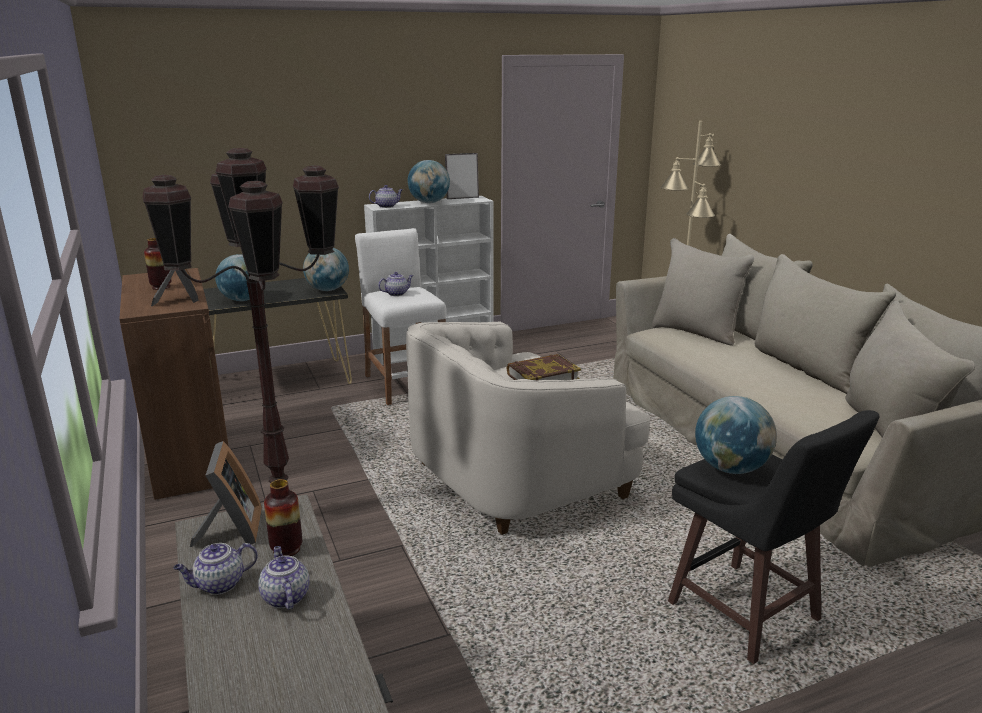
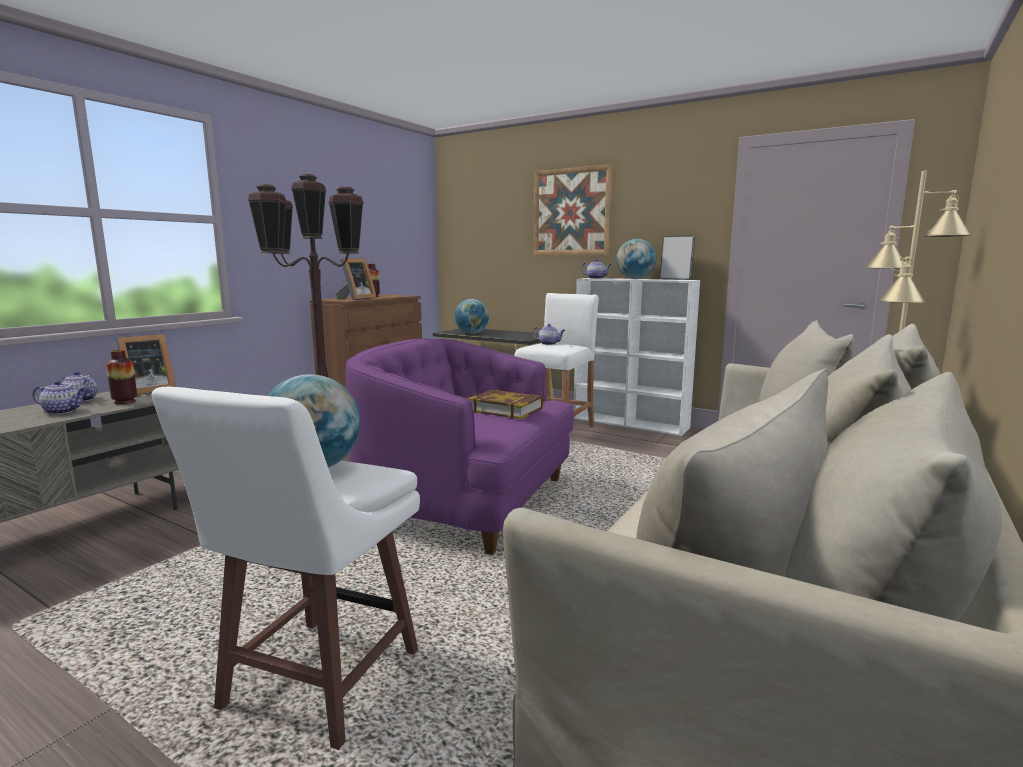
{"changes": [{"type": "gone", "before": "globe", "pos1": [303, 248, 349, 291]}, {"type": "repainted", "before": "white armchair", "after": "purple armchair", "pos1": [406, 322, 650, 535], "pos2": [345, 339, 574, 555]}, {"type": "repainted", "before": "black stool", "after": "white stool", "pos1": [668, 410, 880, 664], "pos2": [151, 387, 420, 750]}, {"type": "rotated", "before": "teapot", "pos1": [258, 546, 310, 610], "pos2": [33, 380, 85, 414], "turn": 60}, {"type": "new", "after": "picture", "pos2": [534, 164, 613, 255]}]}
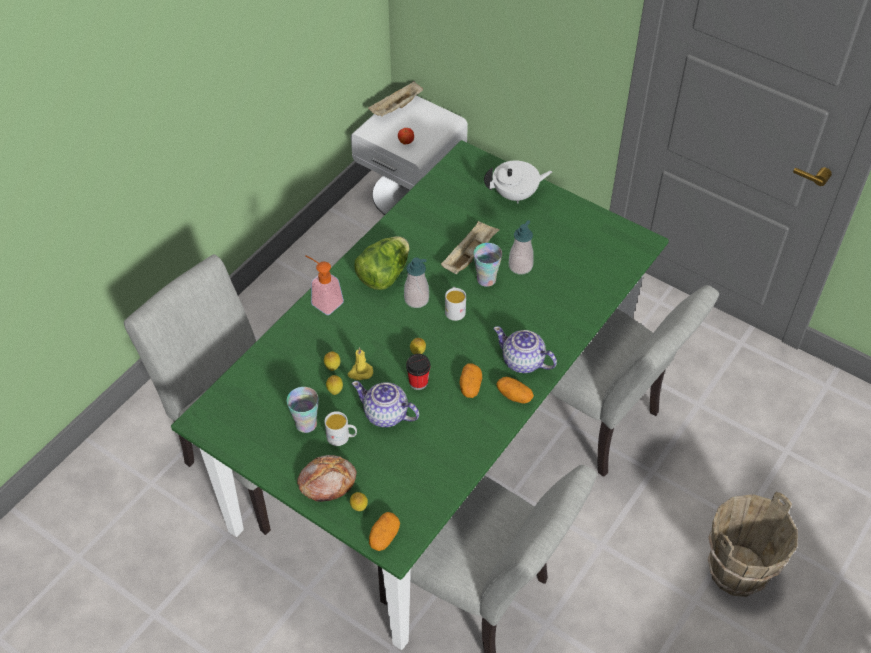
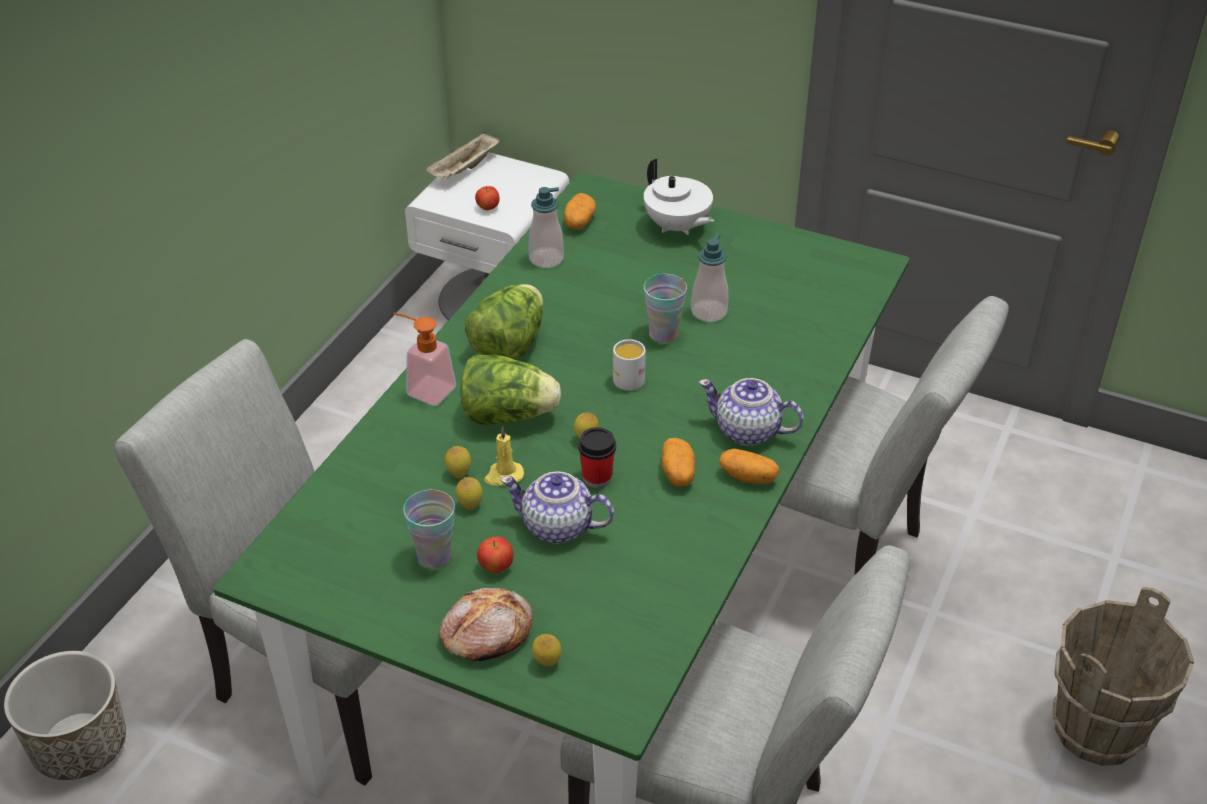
{"changes": [{"type": "rotated", "before": "white teapot", "pos1": [484, 161, 552, 204], "pos2": [644, 158, 714, 235], "turn": 75}, {"type": "gone", "before": "beige tray", "pos1": [441, 221, 500, 274]}, {"type": "shifted", "before": "soap dispenser", "pos1": [404, 257, 429, 308], "pos2": [529, 187, 564, 268]}, {"type": "swapped", "before": "white mug", "after": "apple", "pos1": [324, 411, 357, 446], "pos2": [477, 536, 514, 573]}, {"type": "shifted", "before": "potato", "pos1": [369, 512, 400, 551], "pos2": [564, 193, 596, 229]}, {"type": "new", "after": "lettuce", "pos2": [461, 354, 561, 425]}, {"type": "new", "after": "planter", "pos2": [4, 651, 126, 780]}]}
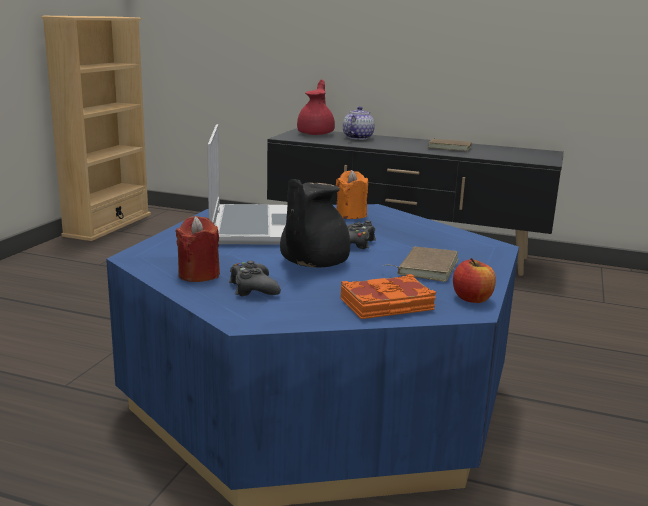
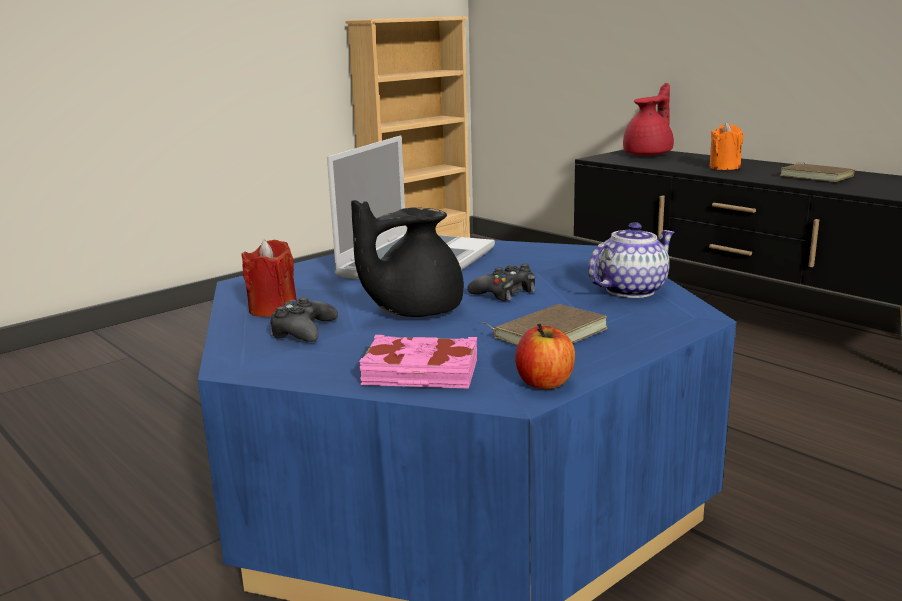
{"changes": [{"type": "shifted", "before": "teapot", "pos1": [343, 106, 375, 140], "pos2": [588, 222, 674, 298]}, {"type": "shifted", "before": "orange candle", "pos1": [336, 170, 368, 219], "pos2": [709, 122, 743, 170]}, {"type": "repainted", "before": "orange book", "after": "pink book", "pos1": [341, 274, 437, 319], "pos2": [359, 335, 477, 389]}]}
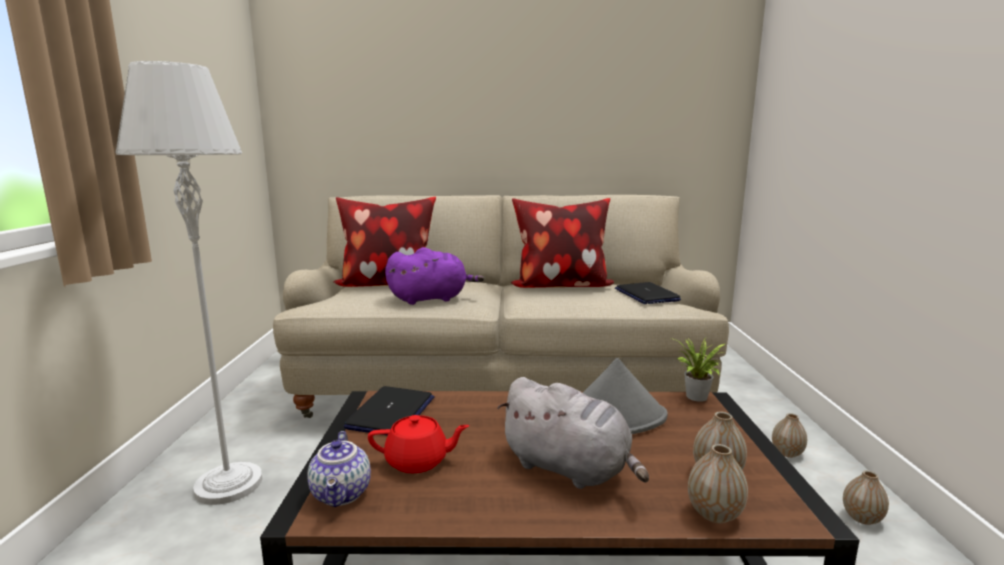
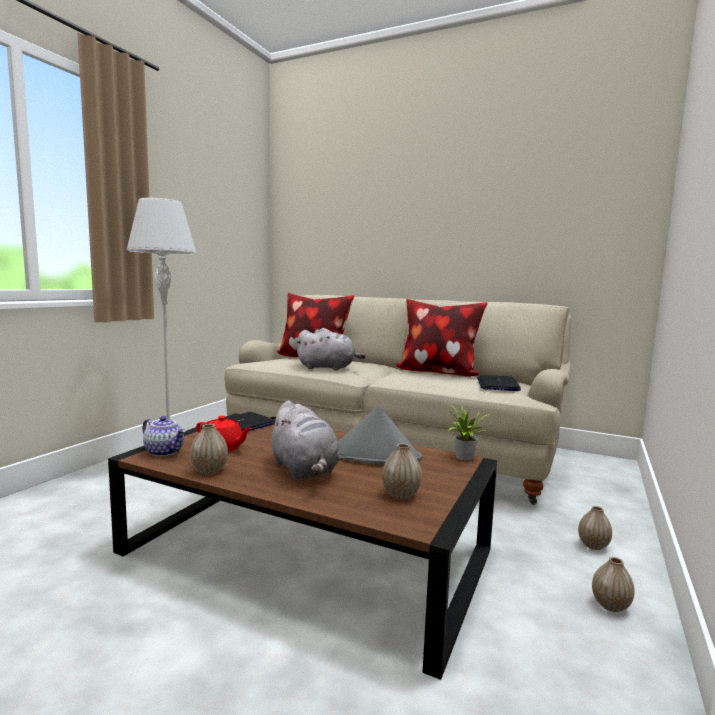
{"changes": [{"type": "repainted", "before": "purple plush toy", "after": "grey plush toy", "pos1": [385, 247, 484, 305], "pos2": [296, 328, 366, 370]}, {"type": "rotated", "before": "teapot", "pos1": [307, 431, 371, 507], "pos2": [142, 416, 186, 457], "turn": -75}, {"type": "shifted", "before": "vase", "pos1": [688, 444, 748, 523], "pos2": [190, 424, 228, 475]}]}
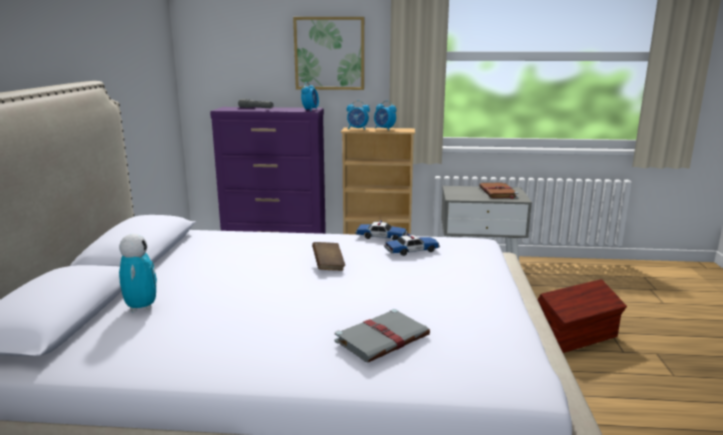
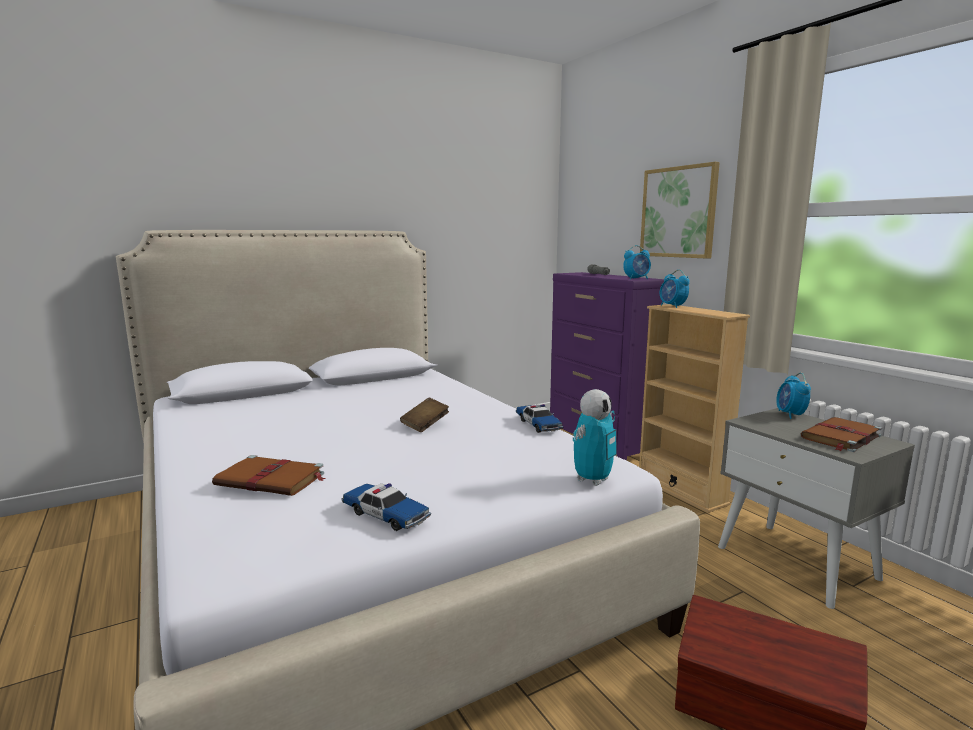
{"changes": [{"type": "shifted", "before": "alarm clock", "pos1": [374, 100, 396, 130], "pos2": [776, 373, 811, 419]}, {"type": "shifted", "before": "toy robot", "pos1": [119, 234, 157, 312], "pos2": [573, 389, 617, 486]}, {"type": "shifted", "before": "toy car", "pos1": [384, 234, 440, 256], "pos2": [341, 483, 431, 531]}, {"type": "repainted", "before": "grey book", "after": "brown book", "pos1": [335, 309, 430, 362], "pos2": [212, 455, 326, 496]}]}
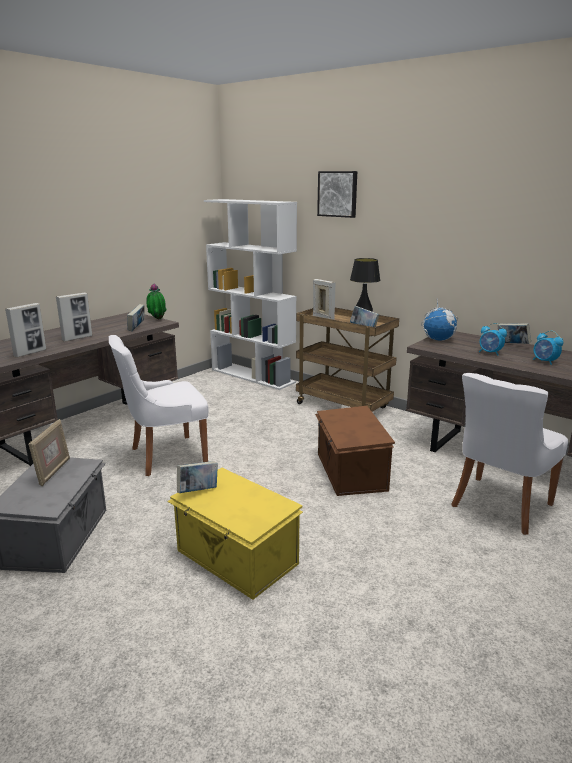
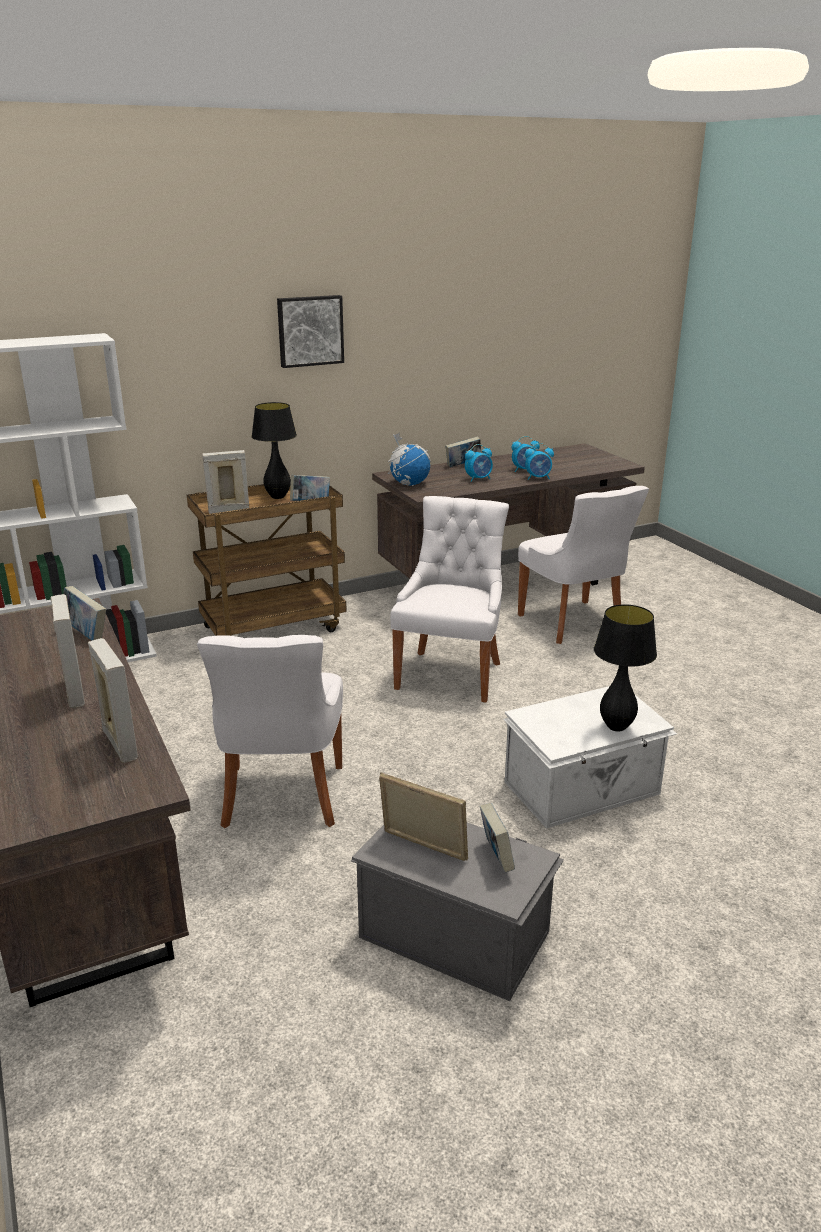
{"changes": [{"type": "shifted", "before": "picture", "pos1": [317, 171, 357, 218], "pos2": [277, 295, 344, 368]}, {"type": "gone", "before": "potted plant", "pos1": [146, 283, 167, 319]}, {"type": "swapped", "before": "brown storage box", "after": "white chair", "pos1": [315, 406, 395, 496], "pos2": [390, 496, 509, 703]}, {"type": "shifted", "before": "book", "pos1": [177, 461, 218, 493], "pos2": [480, 803, 515, 872]}, {"type": "repainted", "before": "yellow storage box", "after": "white storage box", "pos1": [167, 468, 303, 600], "pos2": [503, 686, 677, 829]}, {"type": "new", "after": "alarm clock", "pos2": [525, 443, 554, 480]}, {"type": "new", "after": "black table lamp", "pos2": [594, 604, 657, 732]}]}
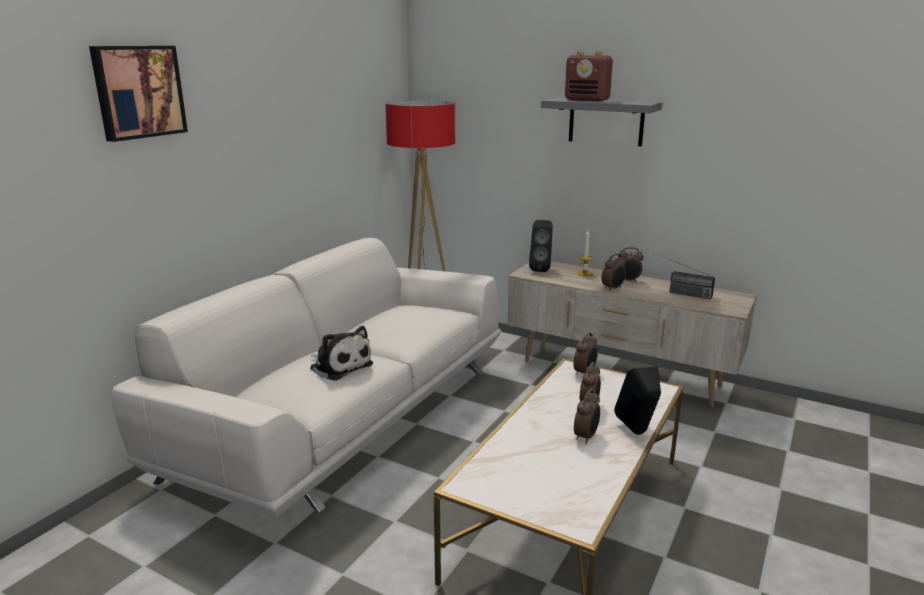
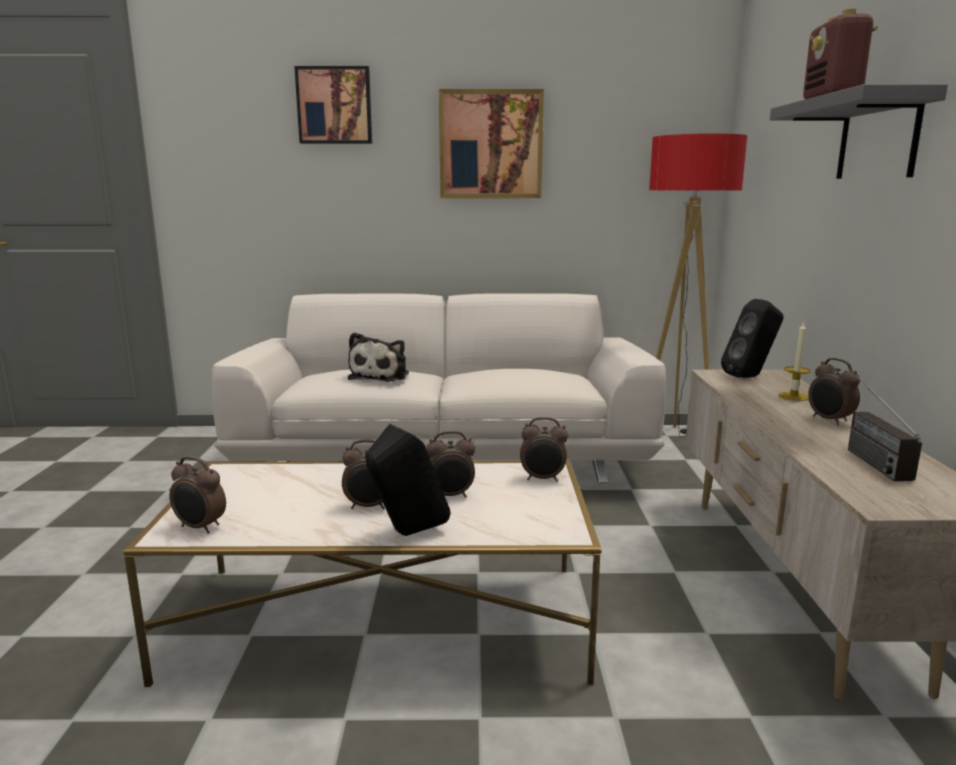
{"changes": [{"type": "shifted", "before": "alarm clock", "pos1": [601, 254, 626, 291], "pos2": [169, 456, 226, 534]}, {"type": "new", "after": "picture", "pos2": [439, 89, 544, 198]}]}
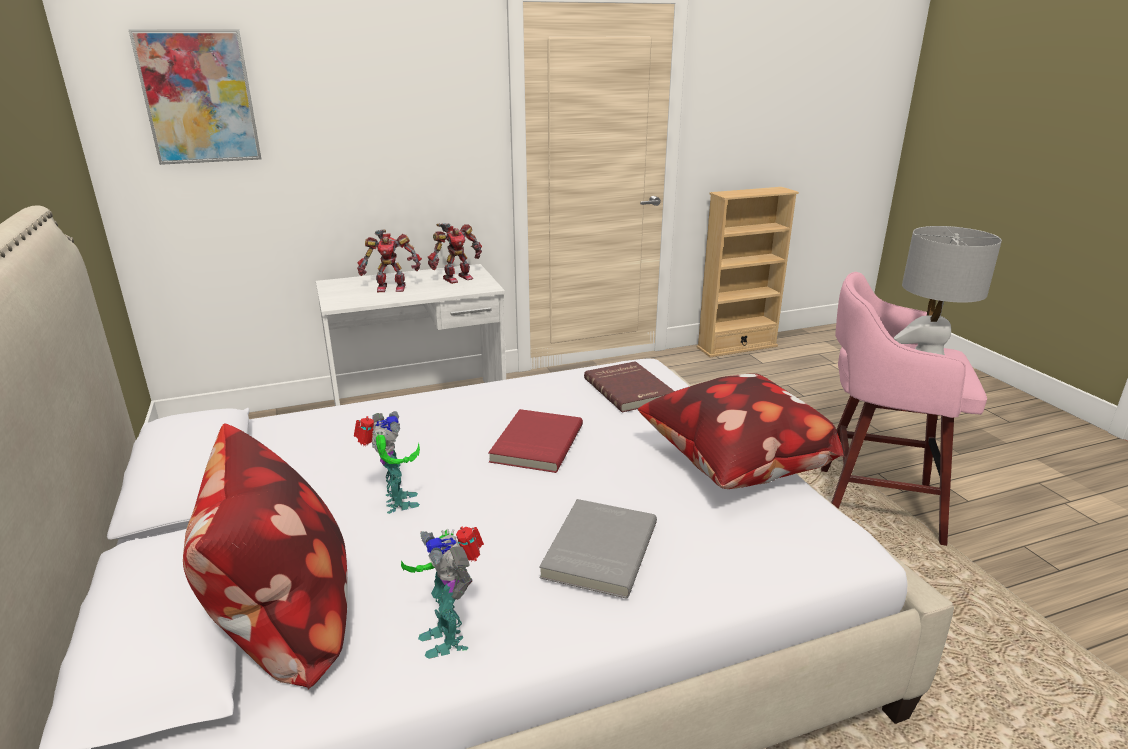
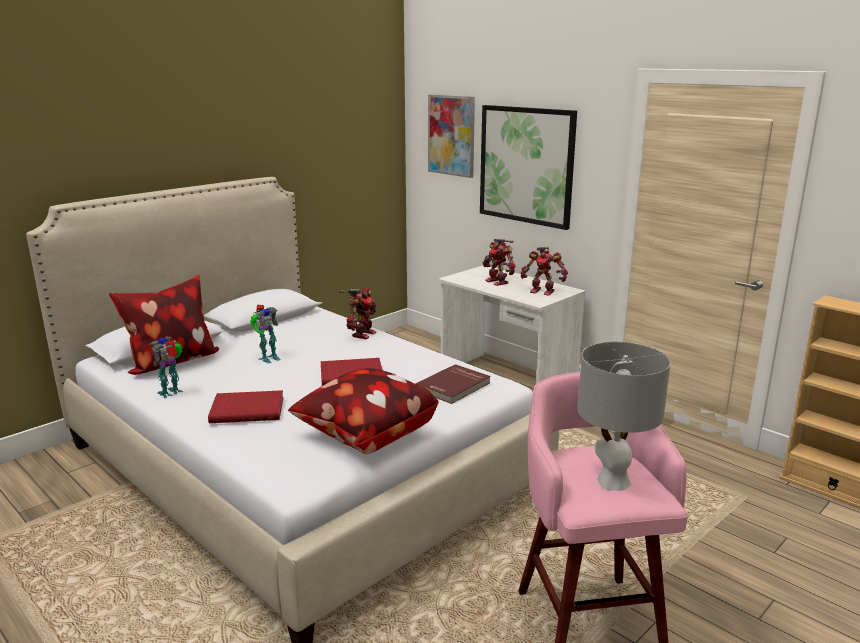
{"changes": [{"type": "repainted", "before": "grey book", "after": "red book", "pos1": [539, 499, 657, 599], "pos2": [208, 390, 284, 423]}, {"type": "new", "after": "picture", "pos2": [480, 105, 577, 230]}, {"type": "new", "after": "toy robot", "pos2": [339, 287, 377, 339]}]}
